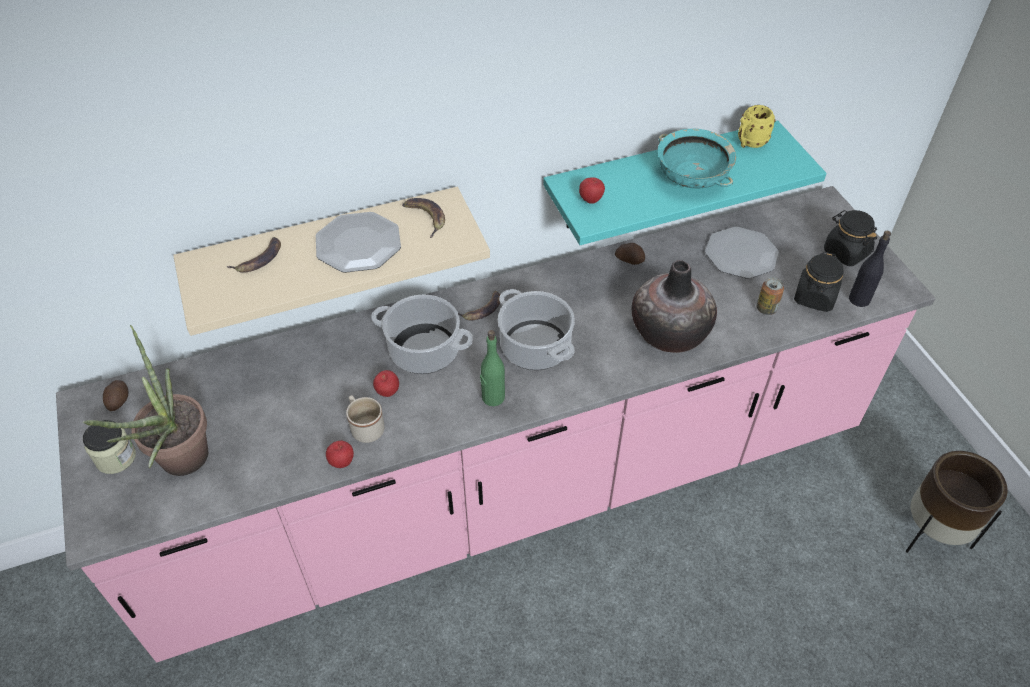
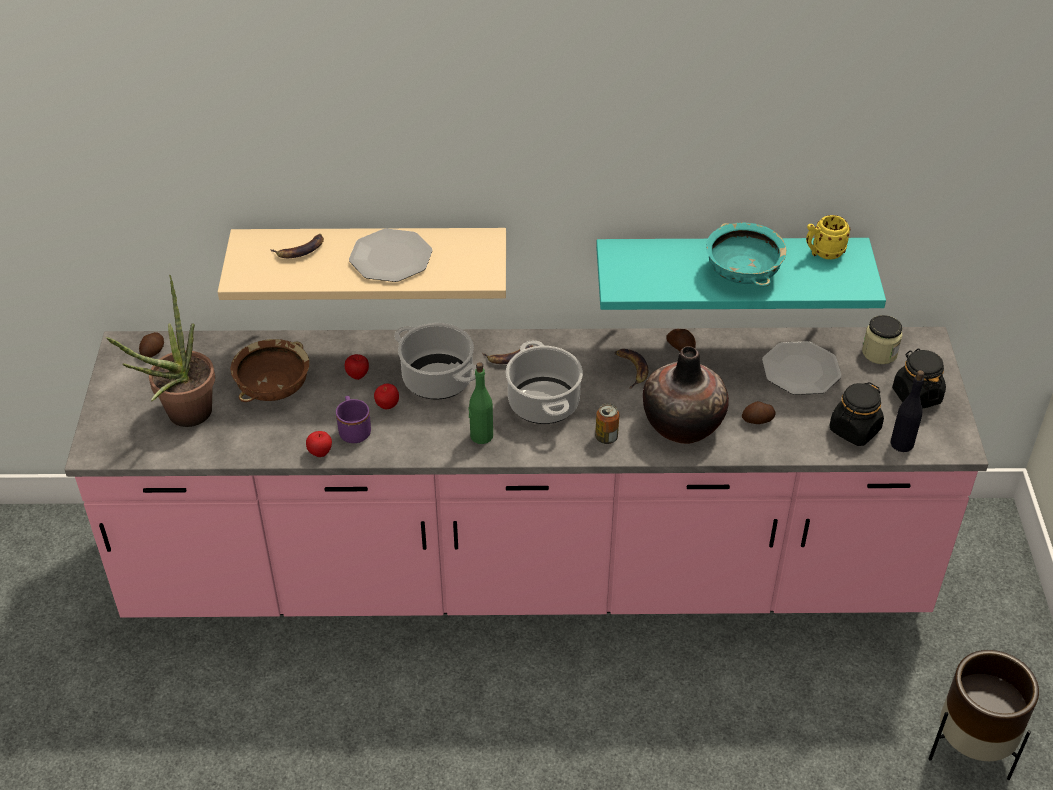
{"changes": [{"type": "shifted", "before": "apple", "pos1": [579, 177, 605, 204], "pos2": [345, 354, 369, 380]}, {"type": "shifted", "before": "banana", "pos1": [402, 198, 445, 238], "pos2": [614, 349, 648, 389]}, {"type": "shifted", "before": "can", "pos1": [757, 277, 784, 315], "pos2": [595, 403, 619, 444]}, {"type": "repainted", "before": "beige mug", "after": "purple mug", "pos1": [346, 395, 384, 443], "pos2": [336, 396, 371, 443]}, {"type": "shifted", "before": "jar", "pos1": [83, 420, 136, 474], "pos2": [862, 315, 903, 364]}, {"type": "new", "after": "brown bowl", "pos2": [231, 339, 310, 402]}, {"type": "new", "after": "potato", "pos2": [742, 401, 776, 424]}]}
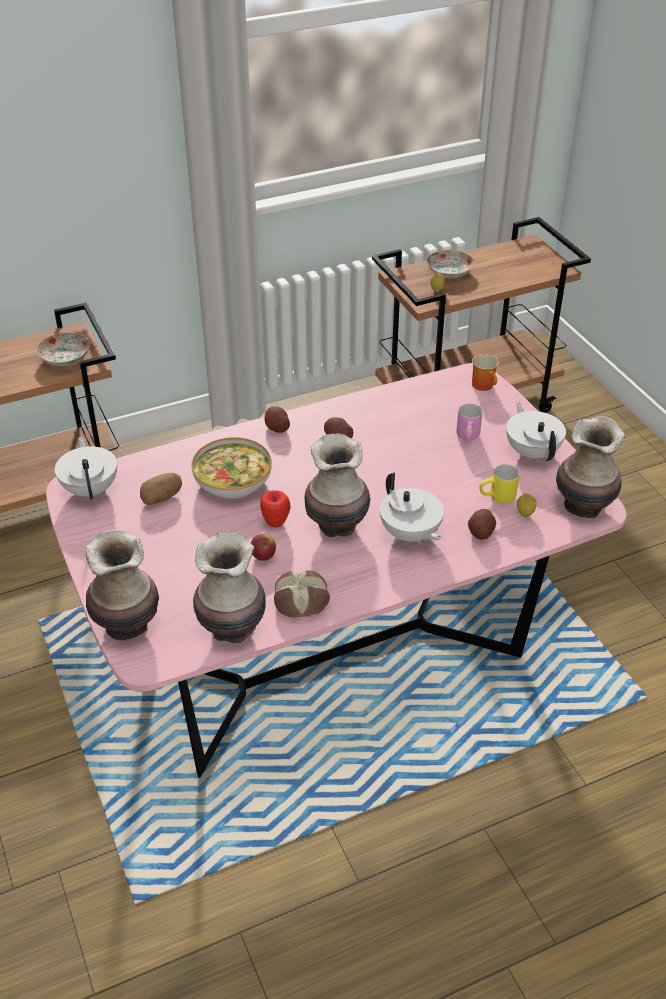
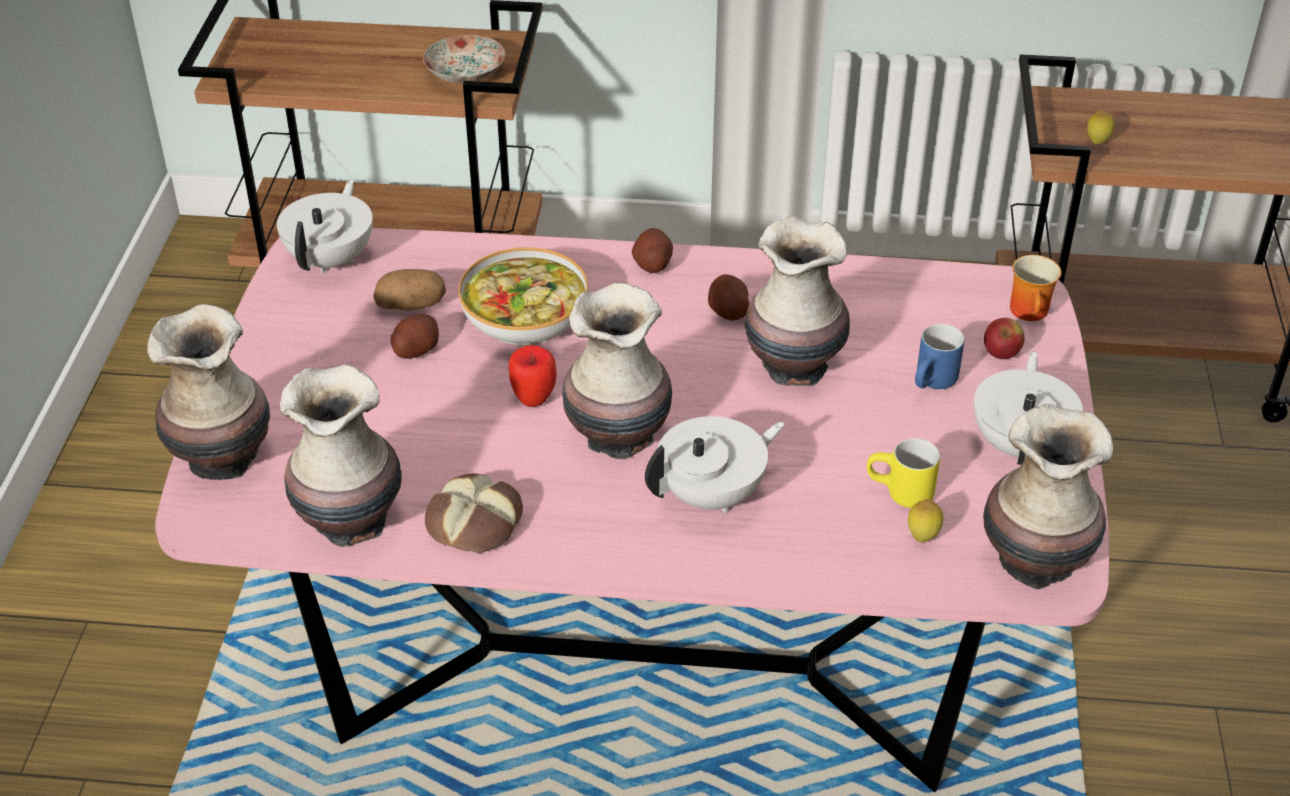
{"changes": [{"type": "gone", "before": "plate", "pos1": [427, 250, 474, 278]}, {"type": "repainted", "before": "pink mug", "after": "blue mug", "pos1": [456, 403, 482, 442], "pos2": [915, 324, 964, 389]}, {"type": "rotated", "before": "white teapot", "pos1": [380, 472, 444, 544], "pos2": [645, 416, 785, 514], "turn": -120}, {"type": "shifted", "before": "potato", "pos1": [468, 509, 496, 540], "pos2": [391, 314, 439, 359]}, {"type": "shifted", "before": "apple", "pos1": [251, 534, 276, 561], "pos2": [984, 318, 1025, 359]}, {"type": "new", "after": "vase", "pos2": [745, 216, 850, 386]}]}
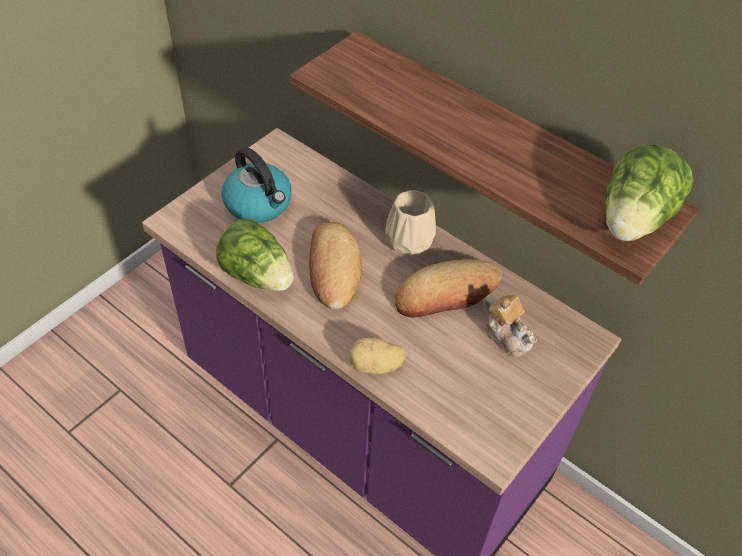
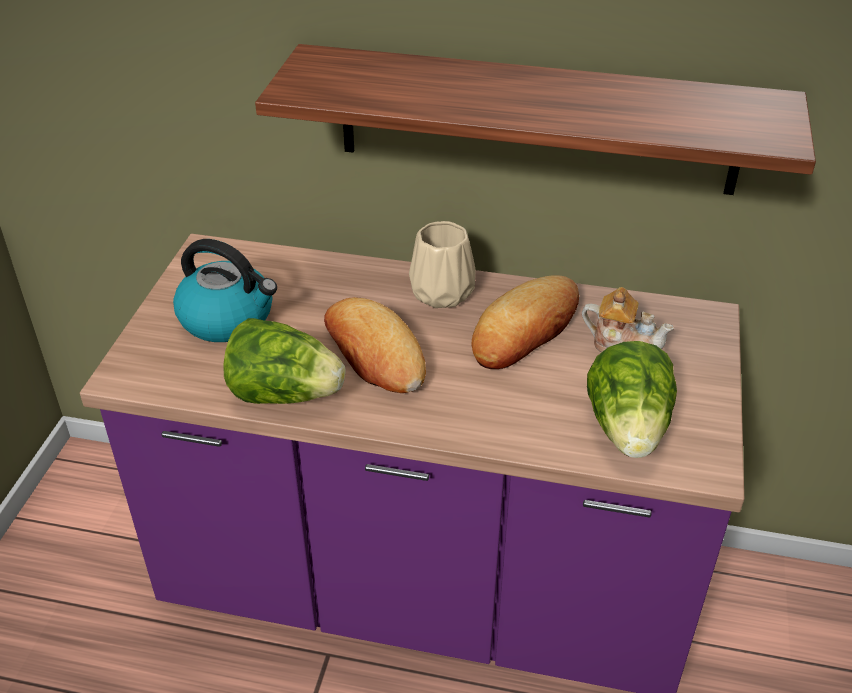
{"changes": [{"type": "shifted", "before": "lettuce", "pos1": [605, 145, 693, 241], "pos2": [587, 341, 677, 458]}, {"type": "gone", "before": "potato", "pos1": [349, 338, 406, 374]}]}
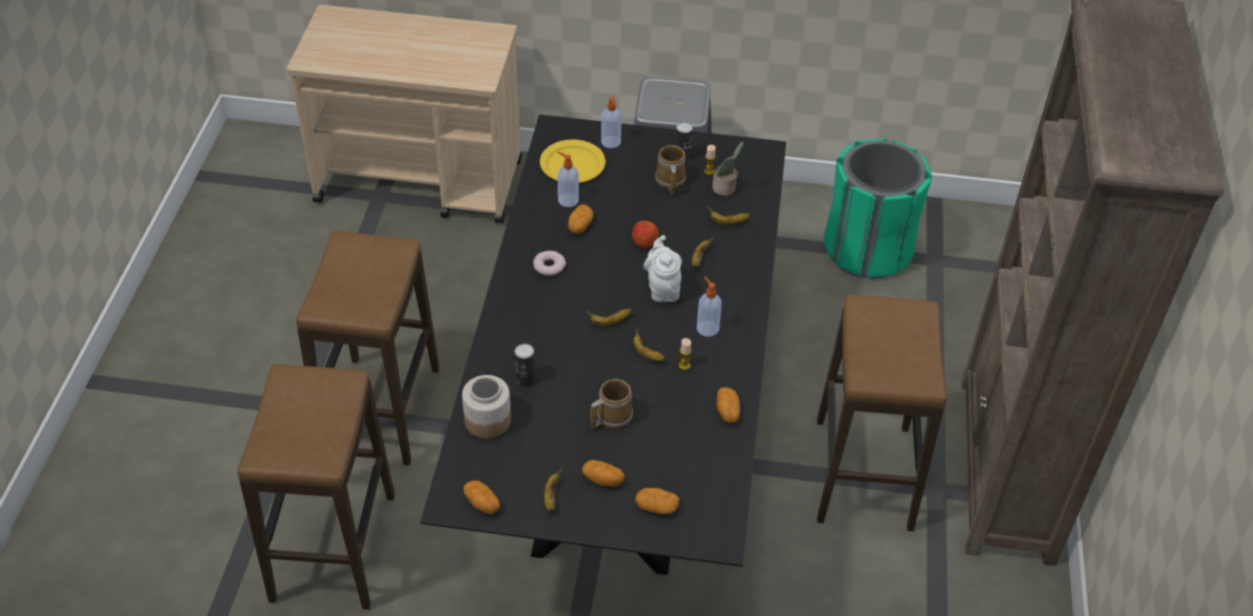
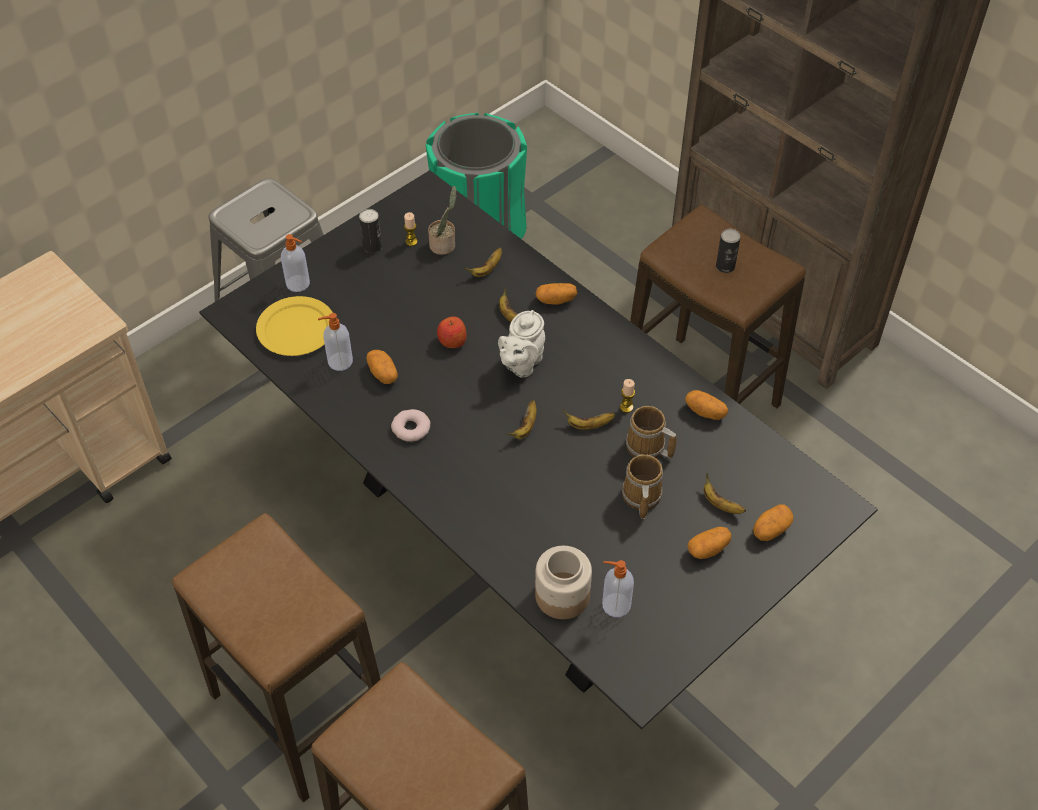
{"changes": [{"type": "shifted", "before": "mug", "pos1": [655, 145, 686, 194], "pos2": [626, 406, 676, 458]}, {"type": "rotated", "before": "white teapot", "pos1": [643, 235, 682, 302], "pos2": [498, 310, 545, 378], "turn": -90}, {"type": "shifted", "before": "soap dispenser", "pos1": [697, 277, 722, 337], "pos2": [602, 560, 634, 617]}, {"type": "shifted", "before": "can", "pos1": [515, 343, 535, 386], "pos2": [716, 229, 741, 273]}, {"type": "shifted", "before": "banana", "pos1": [544, 467, 563, 512], "pos2": [703, 473, 746, 514]}, {"type": "shifted", "before": "potato", "pos1": [464, 480, 500, 514], "pos2": [536, 283, 577, 305]}]}
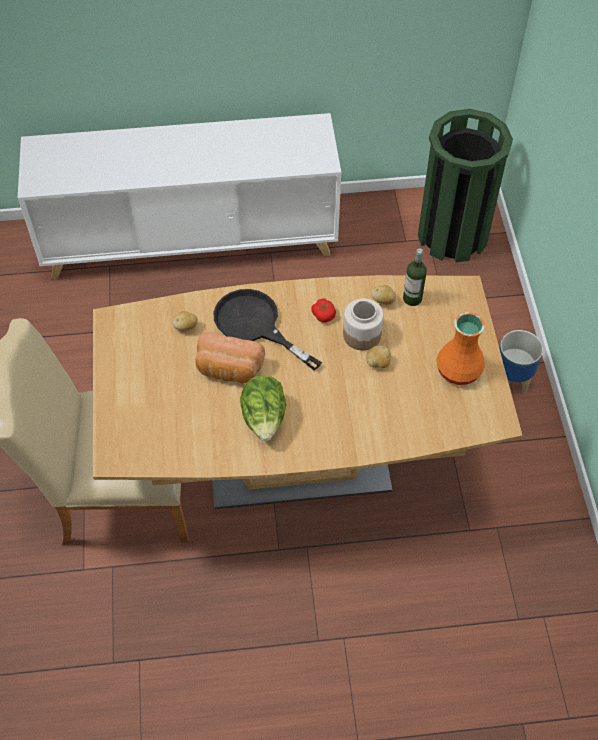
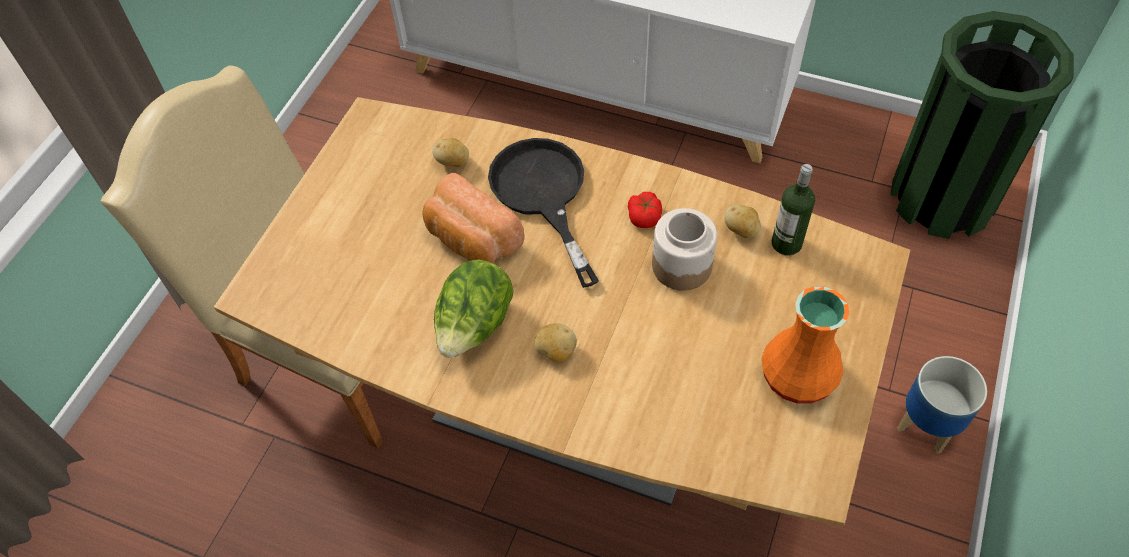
{"changes": [{"type": "shifted", "before": "potato", "pos1": [367, 345, 391, 368], "pos2": [534, 323, 577, 362]}]}
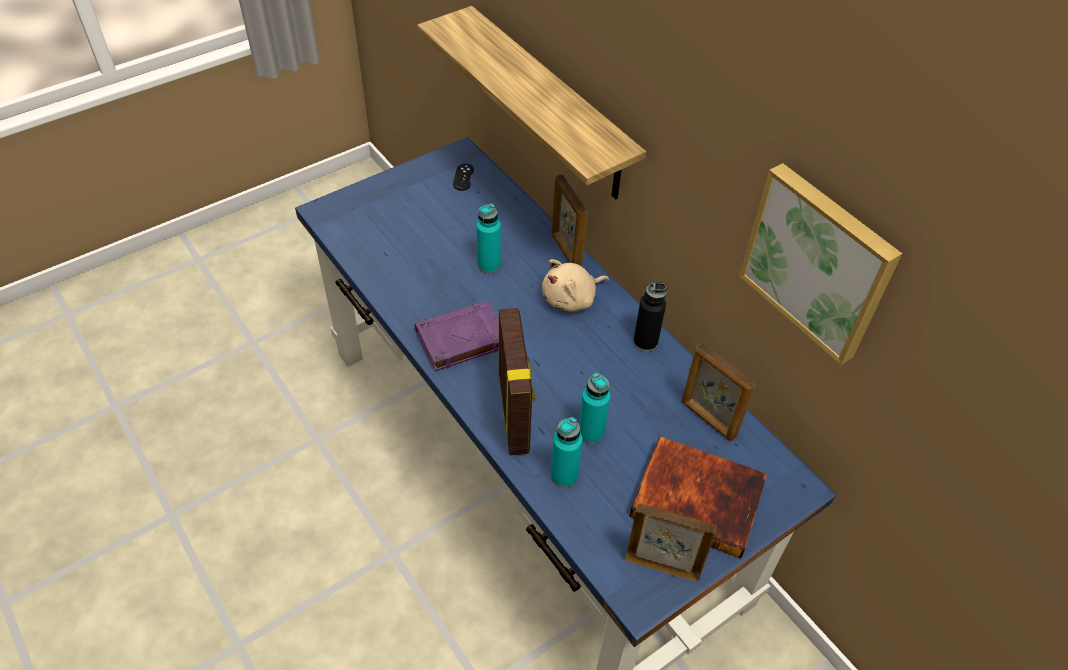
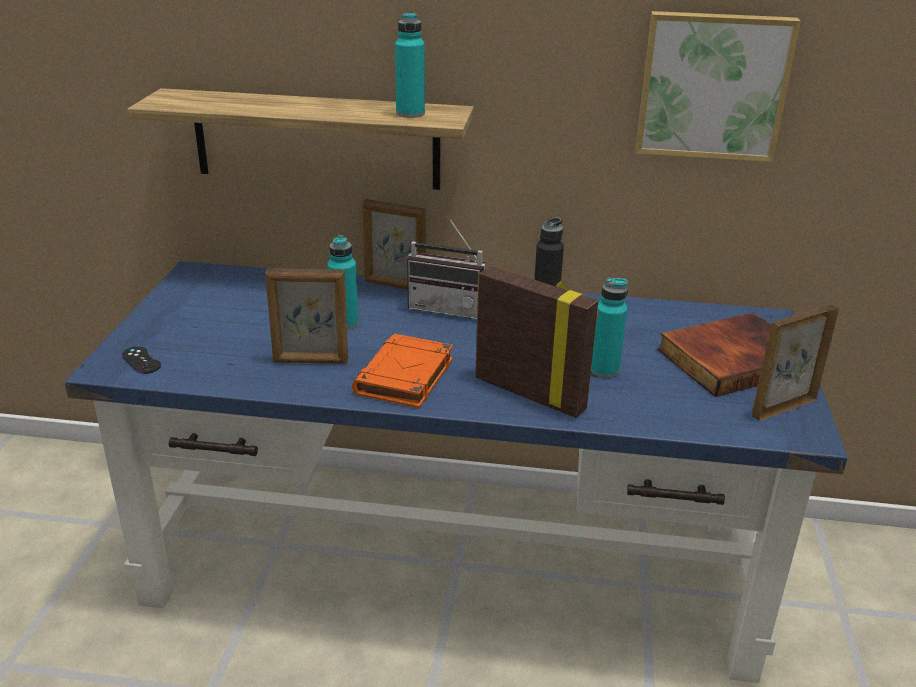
{"changes": [{"type": "shifted", "before": "black game controller", "pos1": [453, 164, 474, 191], "pos2": [122, 347, 161, 374]}, {"type": "swapped", "before": "beige plush toy", "after": "radio", "pos1": [542, 259, 609, 312], "pos2": [407, 216, 486, 319]}, {"type": "repainted", "before": "purple book", "after": "orange book", "pos1": [415, 301, 499, 371], "pos2": [352, 334, 453, 408]}, {"type": "shifted", "before": "picture frame", "pos1": [681, 343, 756, 442], "pos2": [265, 268, 348, 364]}, {"type": "shifted", "before": "turquoise bottle", "pos1": [550, 417, 583, 488], "pos2": [395, 12, 425, 118]}]}
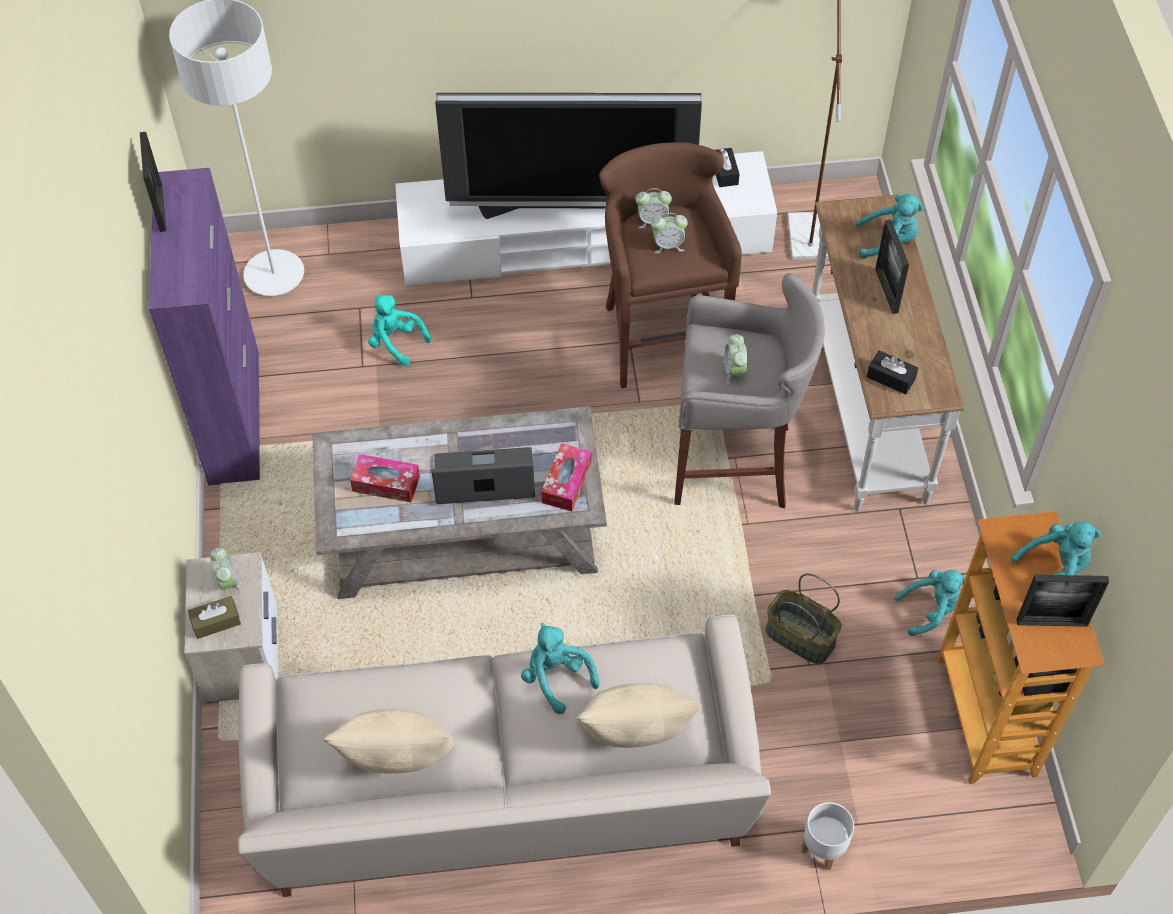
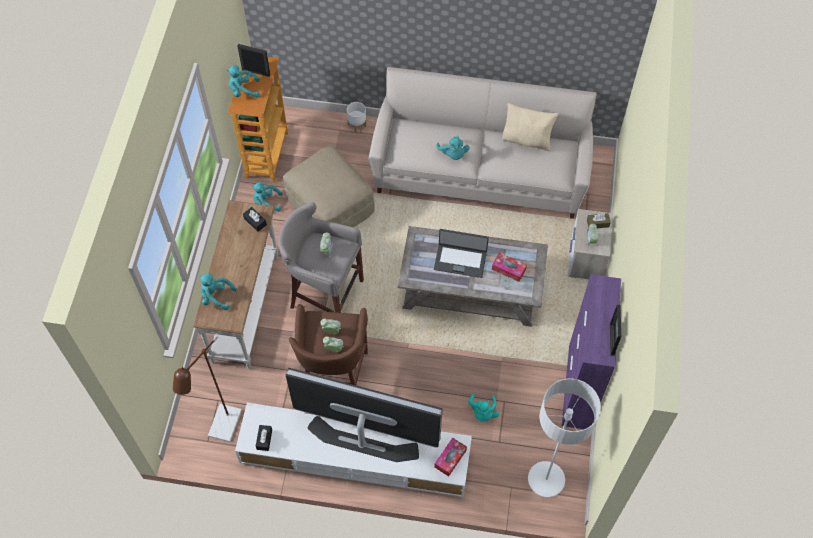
{"changes": [{"type": "gone", "before": "picture frame", "pos1": [875, 220, 909, 314]}, {"type": "rotated", "before": "turquoise plush toy", "pos1": [368, 295, 431, 366], "pos2": [468, 394, 499, 422], "turn": 45}, {"type": "shifted", "before": "tissue box", "pos1": [541, 443, 592, 511], "pos2": [434, 438, 467, 476]}, {"type": "swapped", "before": "basket", "after": "beige ottoman", "pos1": [766, 573, 842, 664], "pos2": [283, 146, 374, 227]}, {"type": "gone", "before": "beige pillow", "pos1": [576, 683, 701, 748]}]}
